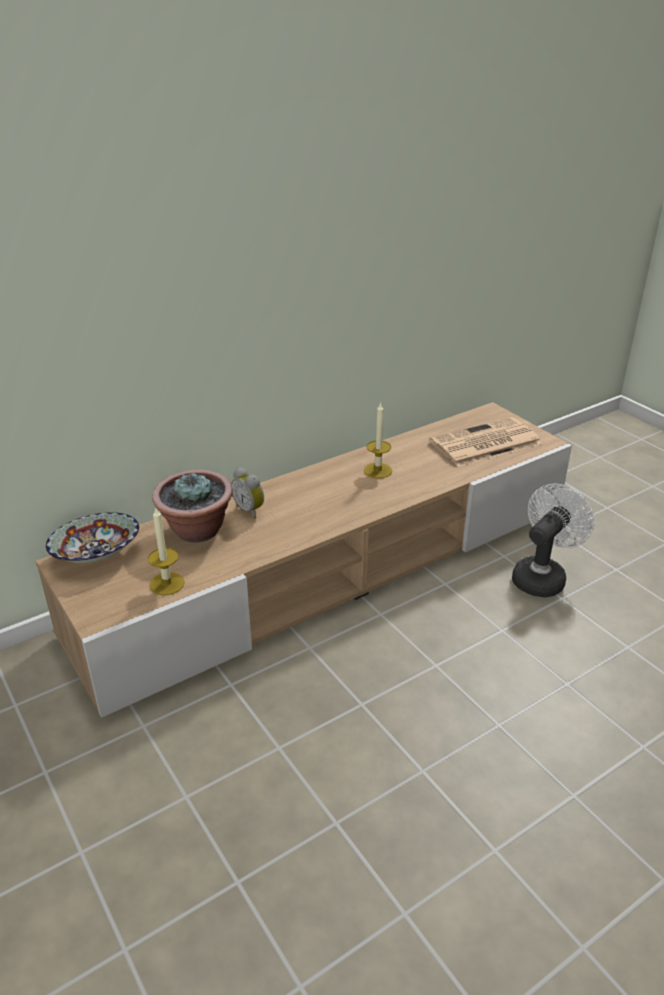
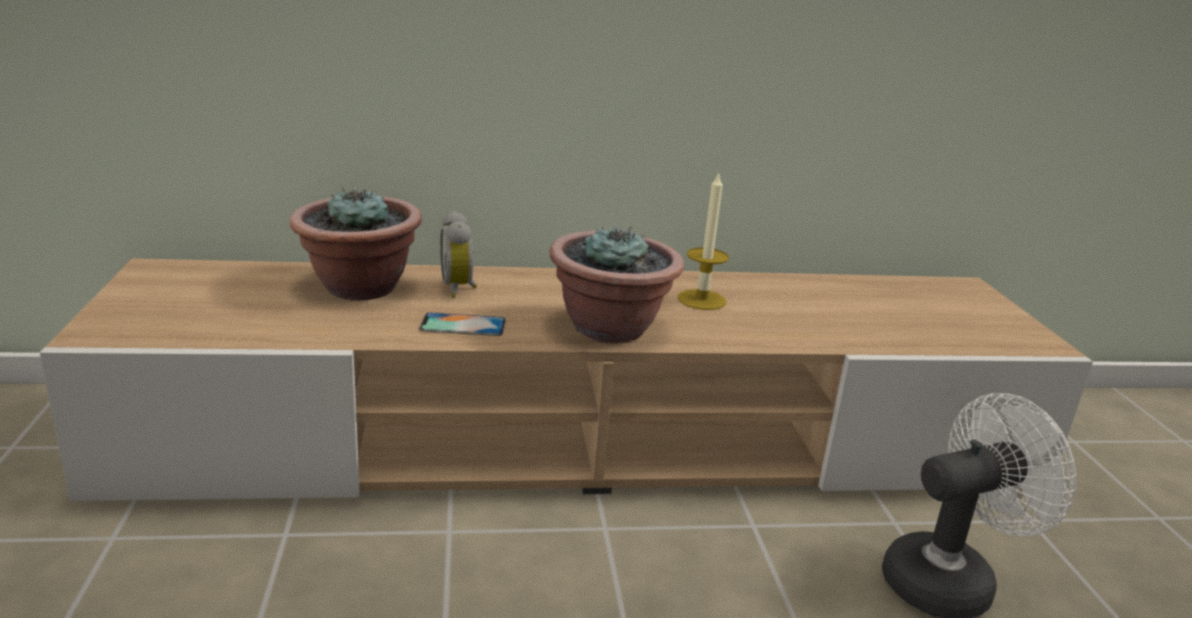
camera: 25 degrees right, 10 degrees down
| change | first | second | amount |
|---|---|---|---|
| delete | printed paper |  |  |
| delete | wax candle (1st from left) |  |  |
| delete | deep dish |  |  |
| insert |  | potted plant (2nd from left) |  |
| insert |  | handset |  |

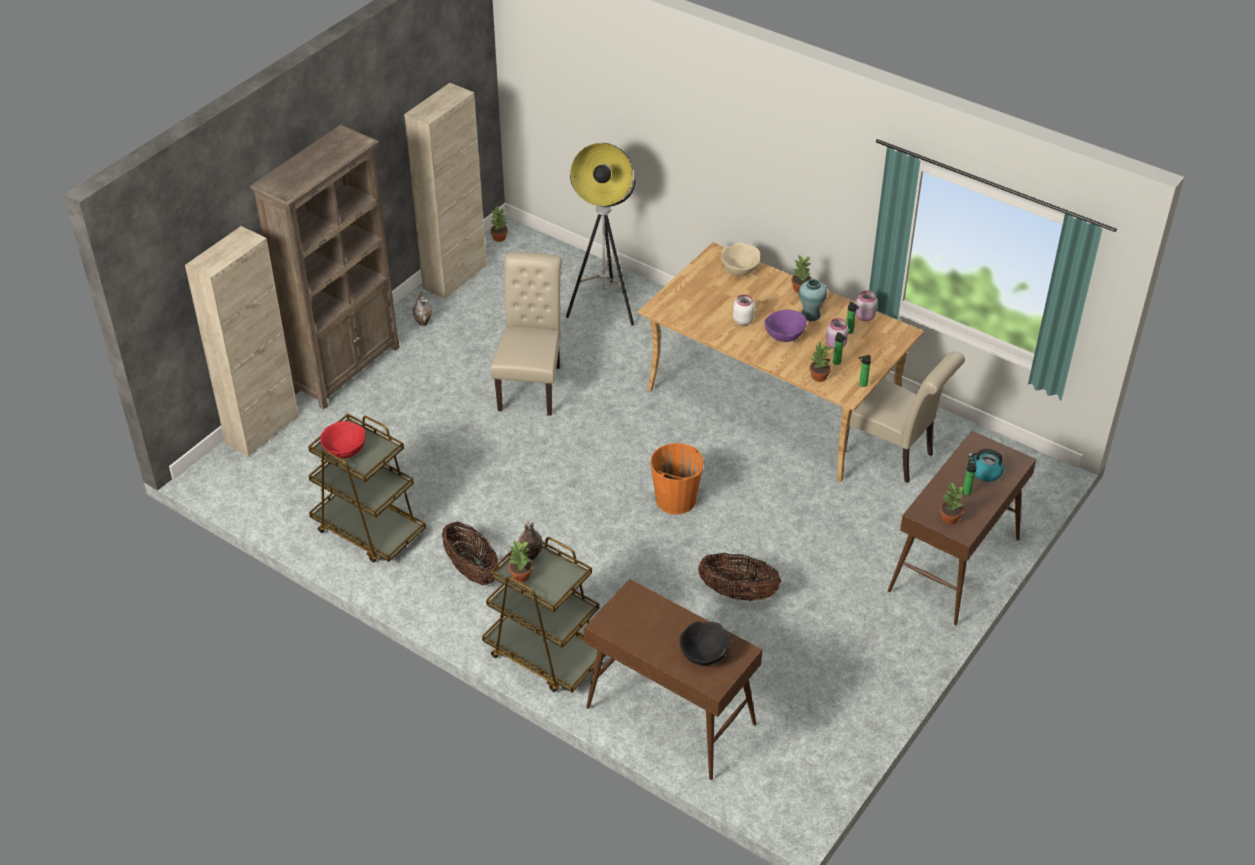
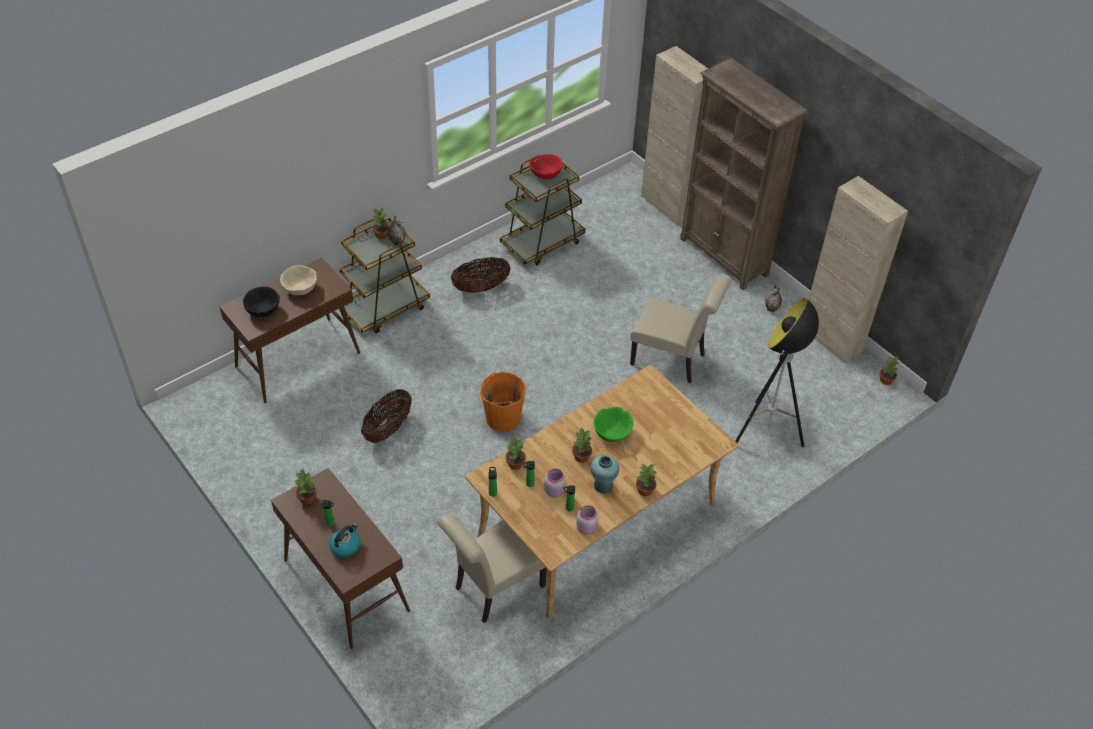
camera: 105 degrees right, 5 degrees up
| change | first | second | amount |
|---|---|---|---|
| move | sand-coloured deep dish |  |  |
| replace | white preserve jar | greenish deep dish |  |
| replace | purple deep dish | potted plant (4th from left) |  |

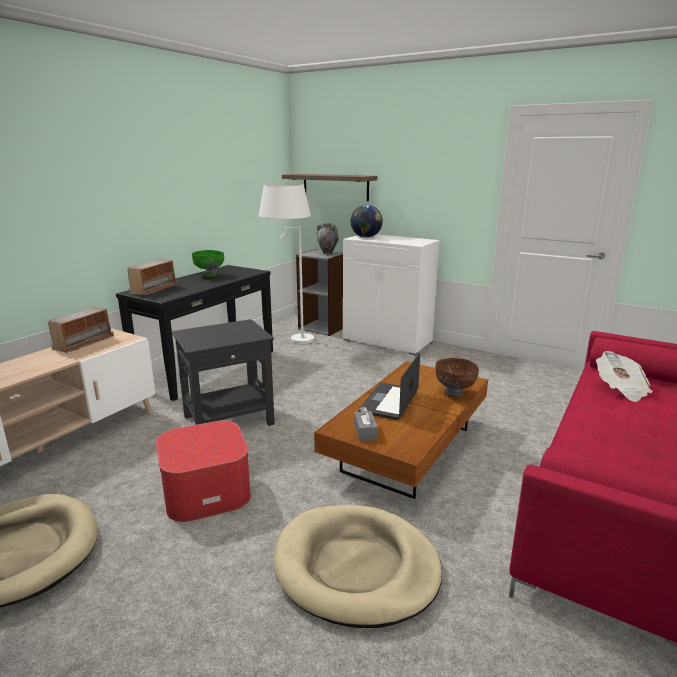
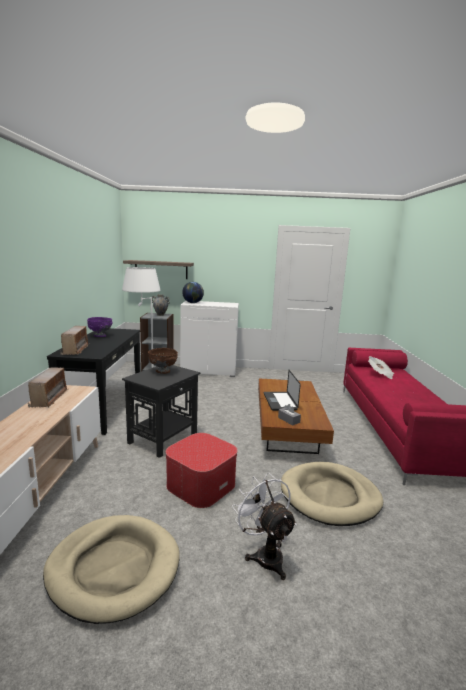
camera: 30 degrees left, 5 degrees down
| change | first | second | amount |
|---|---|---|---|
| recolor | greenish deep dish | purple deep dish |  |
| move | brown-coloured deep dish |  |  |
| insert |  | white cooling fan |  |

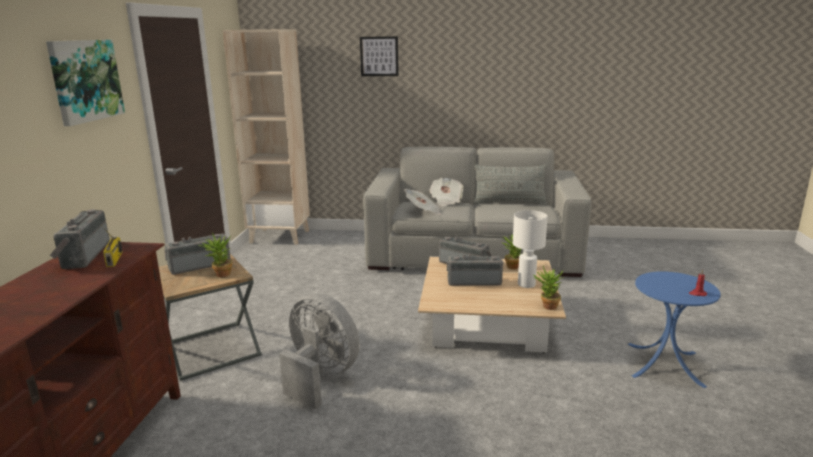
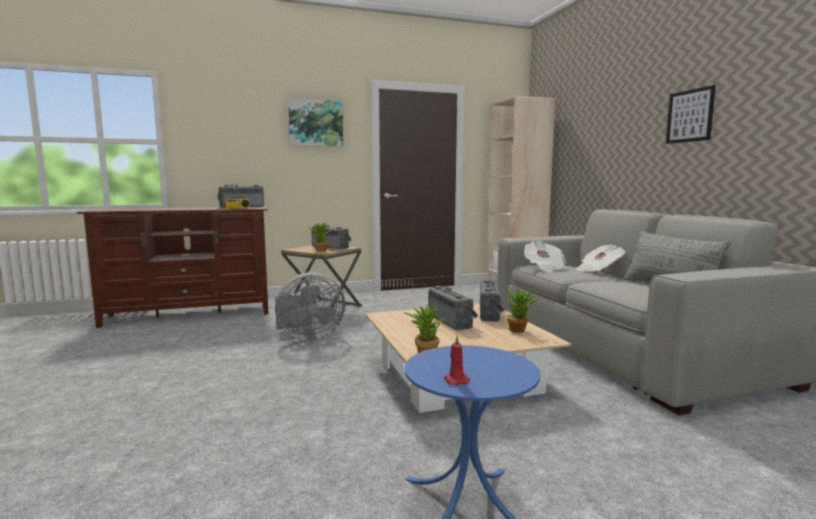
camera: 65 degrees right, 10 degrees down
| change | first | second | amount |
|---|---|---|---|
| move | picture (2nd from left) |  |  |
| delete | white lamp for a table |  |  |
| rotate | gray cooling fan |  | 60 degrees clockwise |

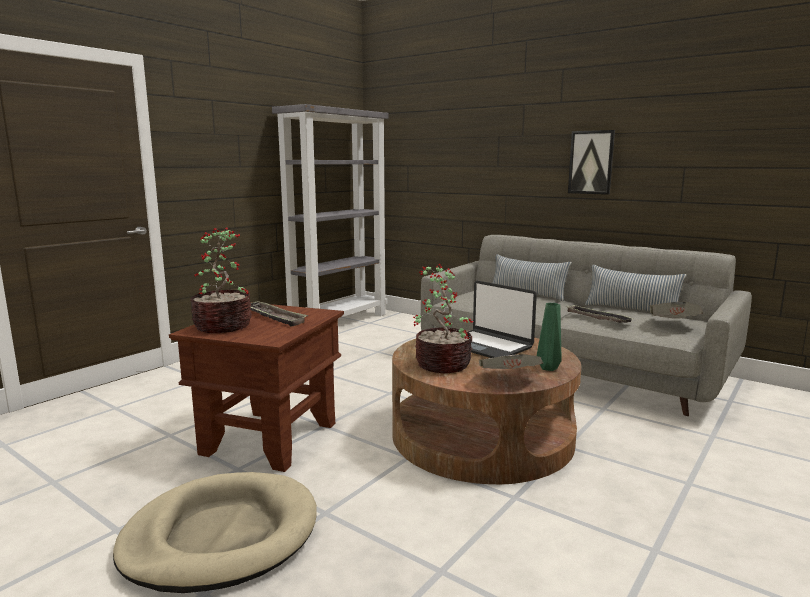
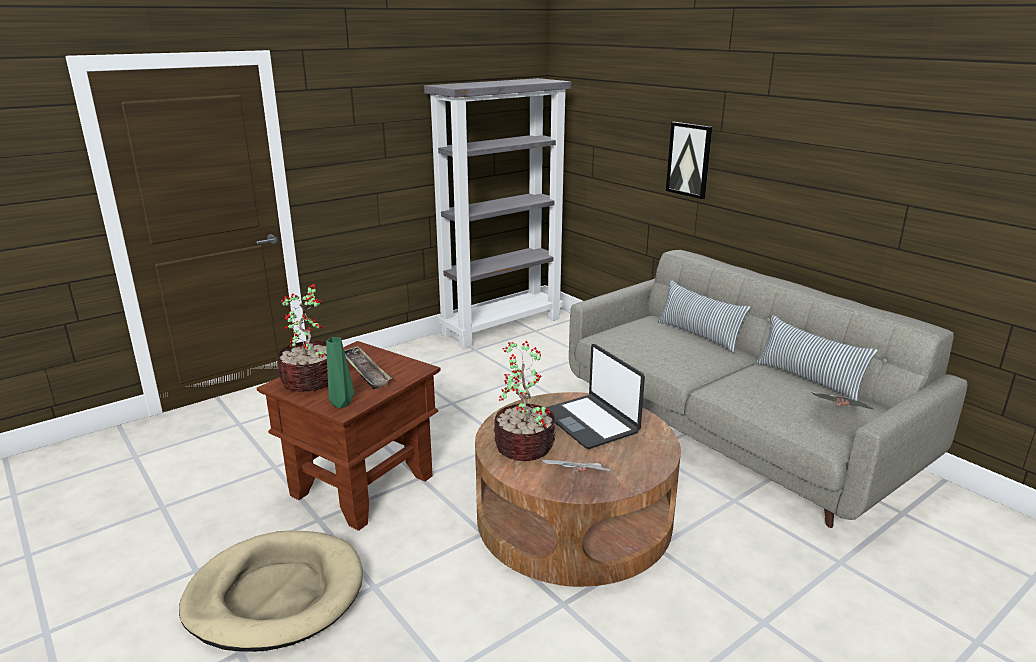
camera: 15 degrees right, 10 degrees up
| change | first | second | amount |
|---|---|---|---|
| move | picture |  |  |
| move | greenish vase |  |  |
| delete | serving tray (2nd from left) |  |  |

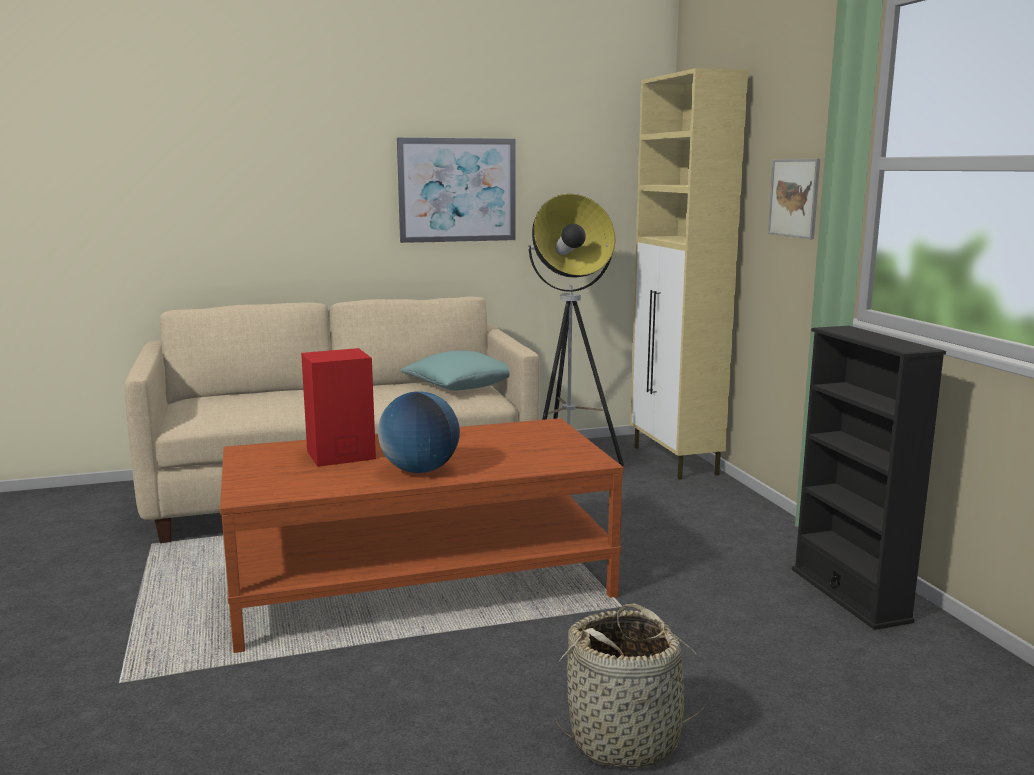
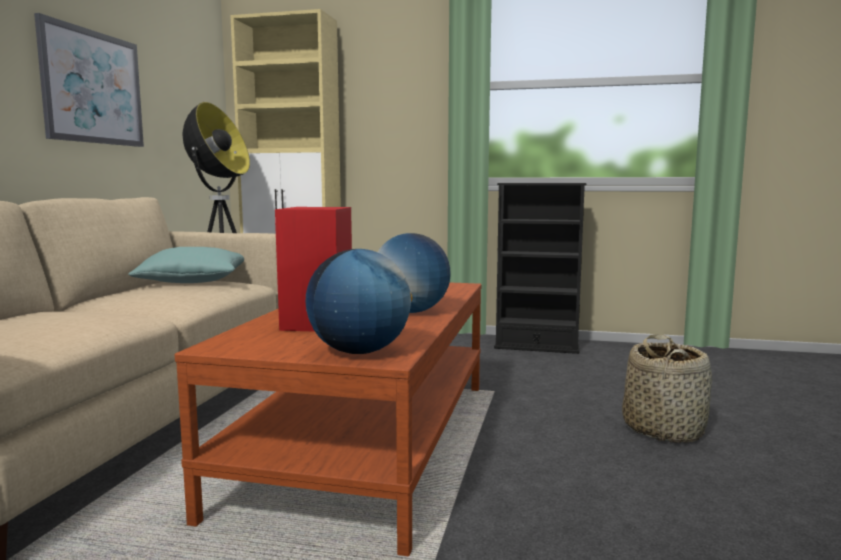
camera: 60 degrees left, 5 degrees down
| change | first | second | amount |
|---|---|---|---|
| delete | picture (2nd from left) |  |  |
| insert |  | world globe (1st from left) |  |

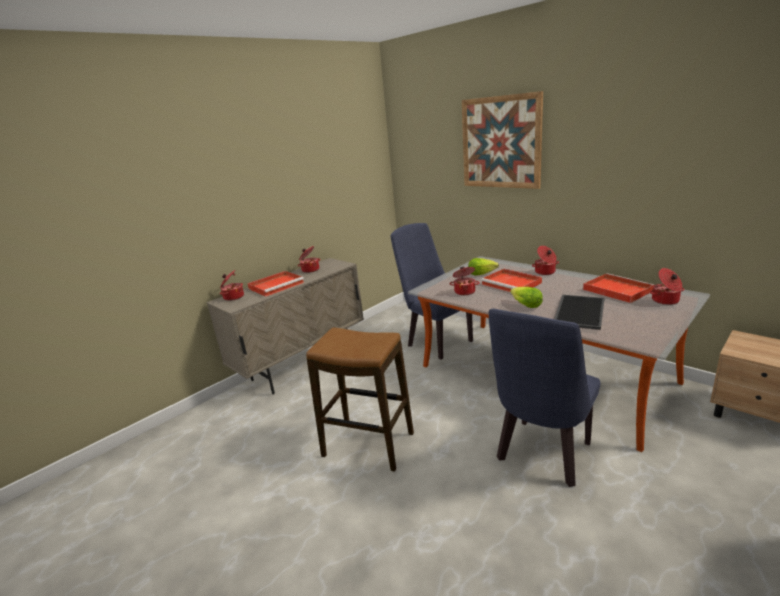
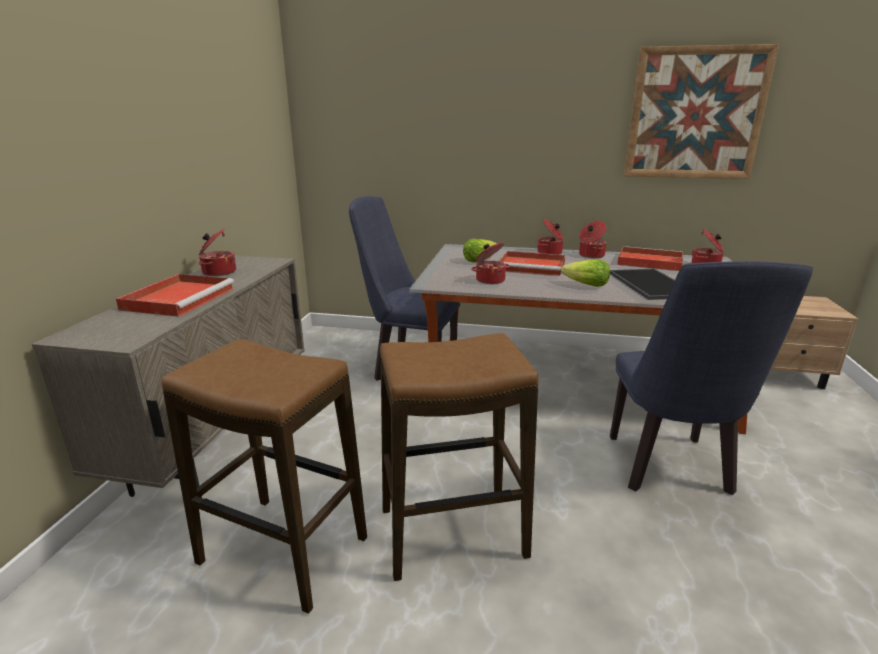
camera: 35 degrees left, 0 degrees up
| change | first | second | amount |
|---|---|---|---|
| move | picture |  |  |
| move | cooking pot (1st from left in the first image) | cooking pot (4th from left) |  |
| insert |  | stool seat (1st from left) |  |

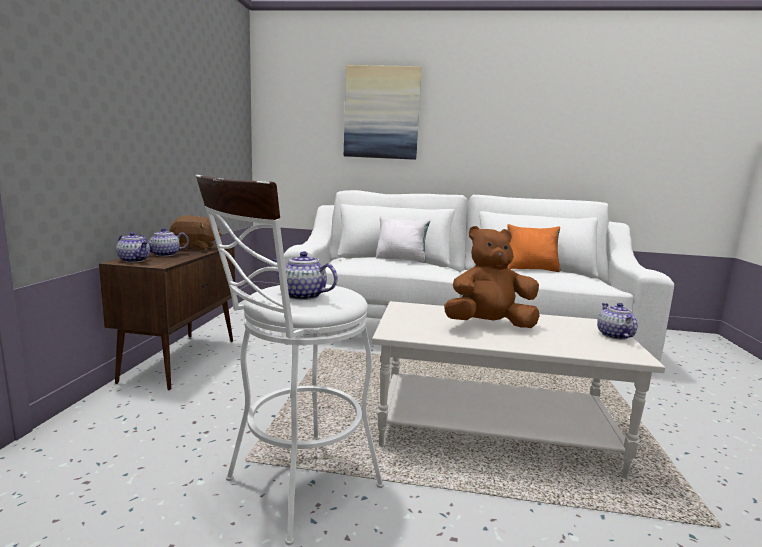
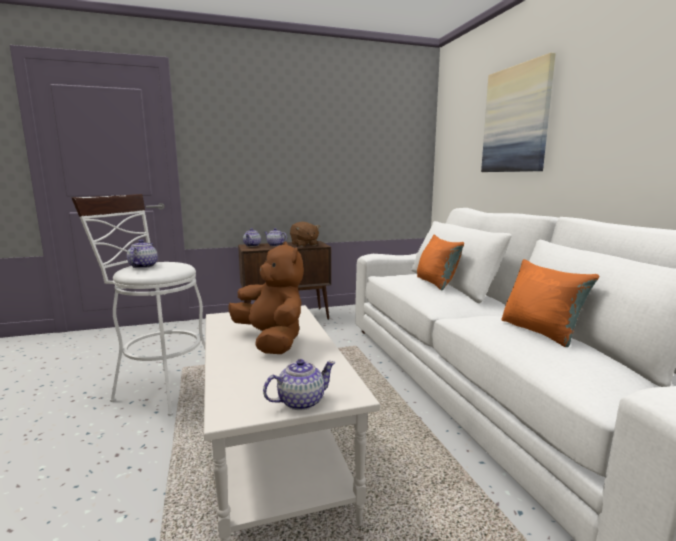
camera: 65 degrees right, 0 degrees up
| change | first | second | amount |
|---|---|---|---|
| recolor | white pillow | orange-coloured pillow (1st from left) |  |

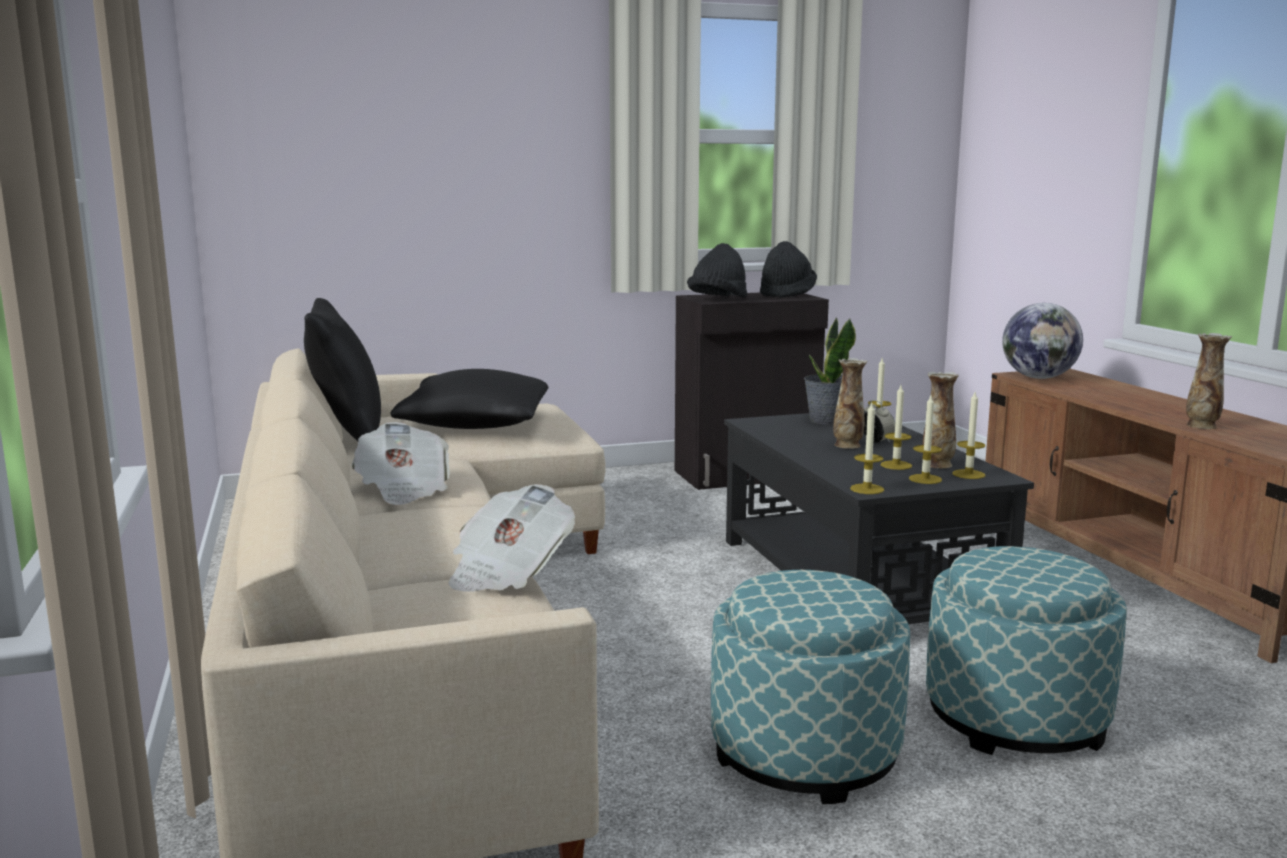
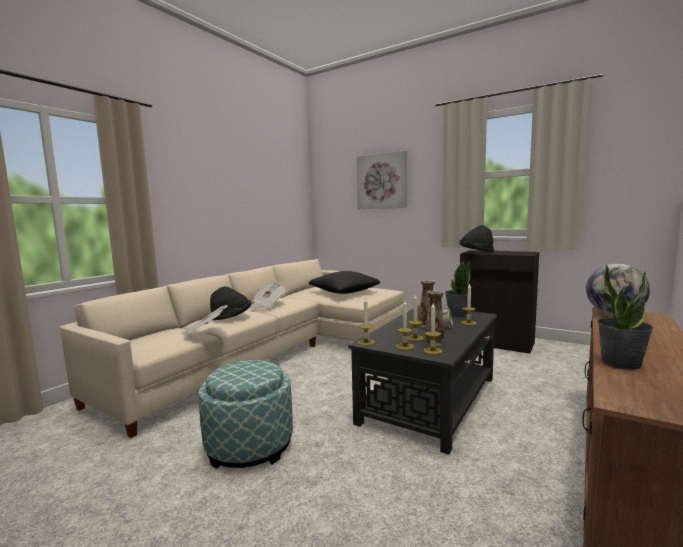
camera: 50 degrees right, 5 degrees down
| change | first | second | amount |
|---|---|---|---|
| move | black clothing hat (2nd from left in the first image) | black clothing hat (1st from left) |  |
| delete | black pillow (1st from left) |  |  |
| replace | vase (3rd from left) | potted plant (2nd from left) |  |
| delete | footrest (2nd from left) |  |  |
| insert |  | picture |  |

